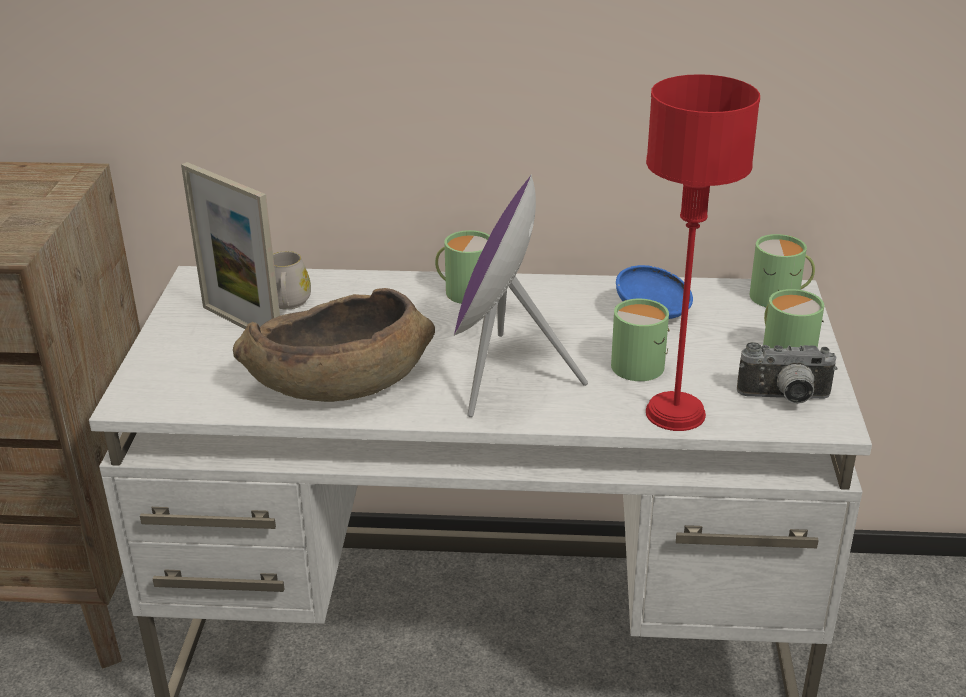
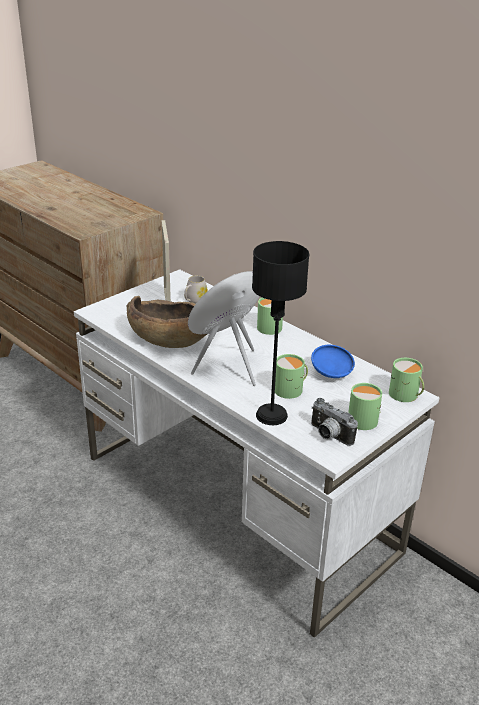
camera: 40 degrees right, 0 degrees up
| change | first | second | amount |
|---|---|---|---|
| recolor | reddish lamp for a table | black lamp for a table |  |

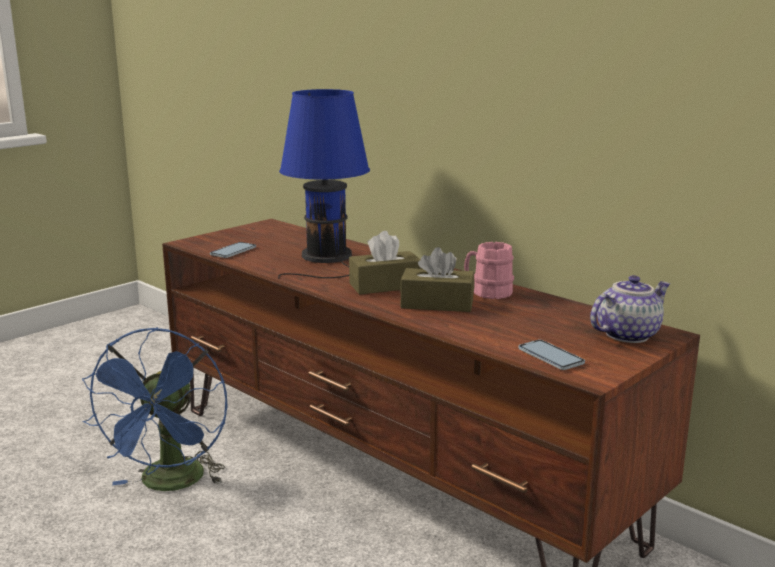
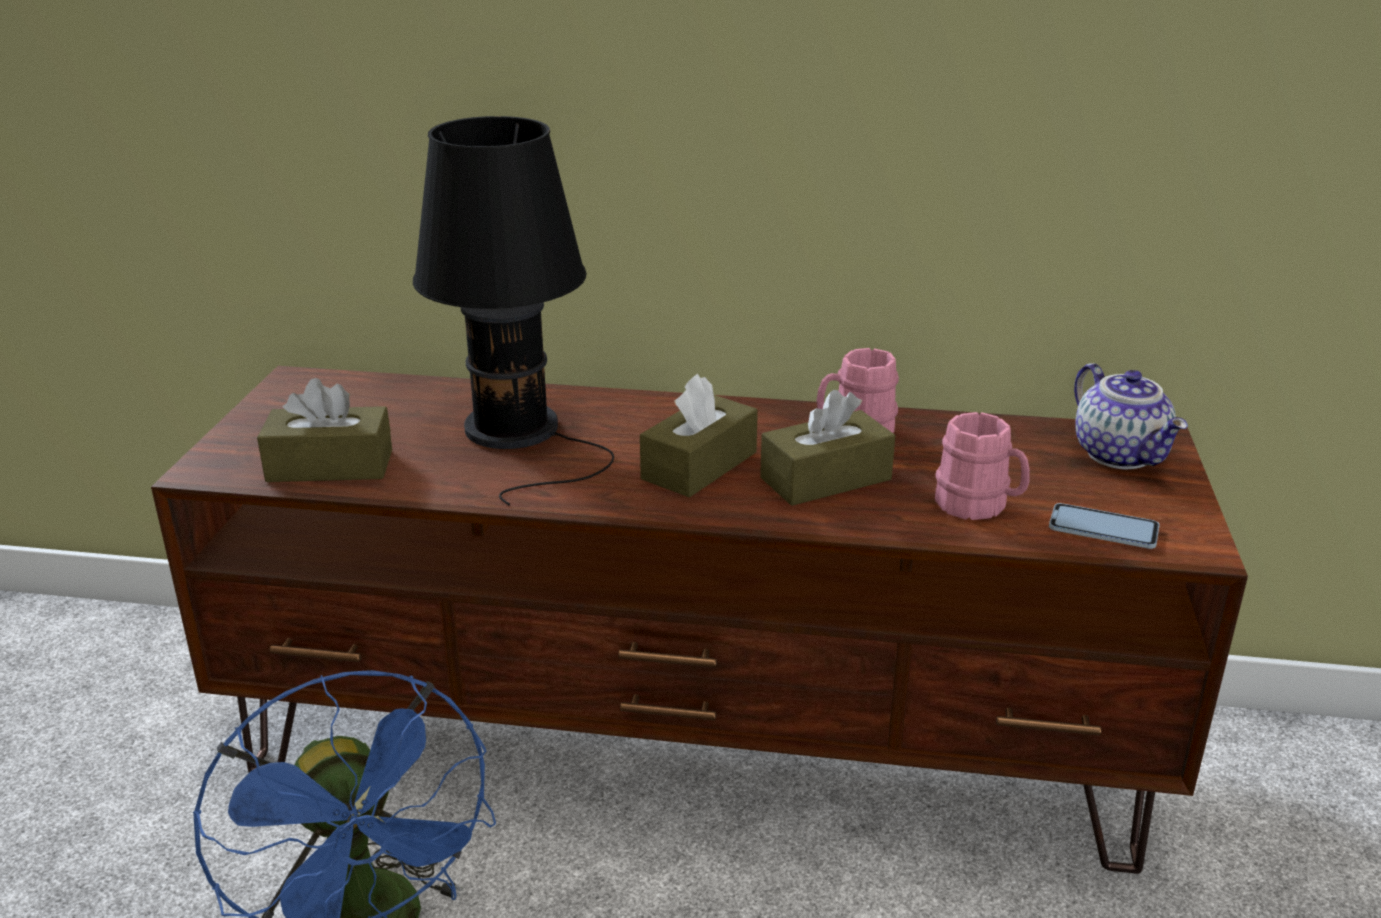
camera: 35 degrees left, 10 degrees up
| change | first | second | amount |
|---|---|---|---|
| recolor | bluish lamp for a table | black lamp for a table |  |
| replace | handset (1st from left) | brown-coloured box of tissues (1st from left) |  |
| rotate | tea pot |  | 135 degrees clockwise |
| insert |  | pinkish mug (2nd from left) |  |

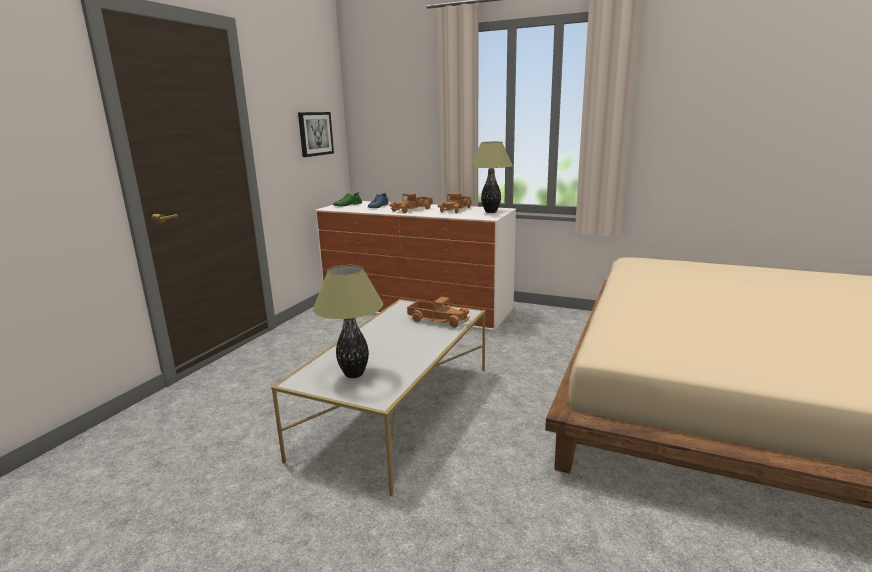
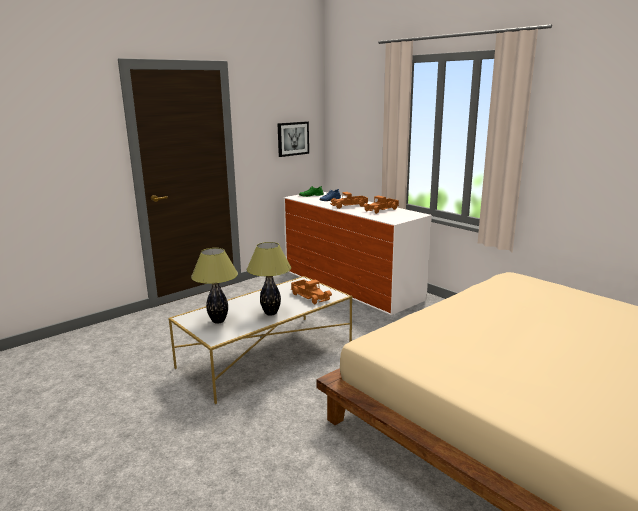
camera: 25 degrees right, 0 degrees up
| change | first | second | amount |
|---|---|---|---|
| move | lamp for a table (2nd from left) |  |  |

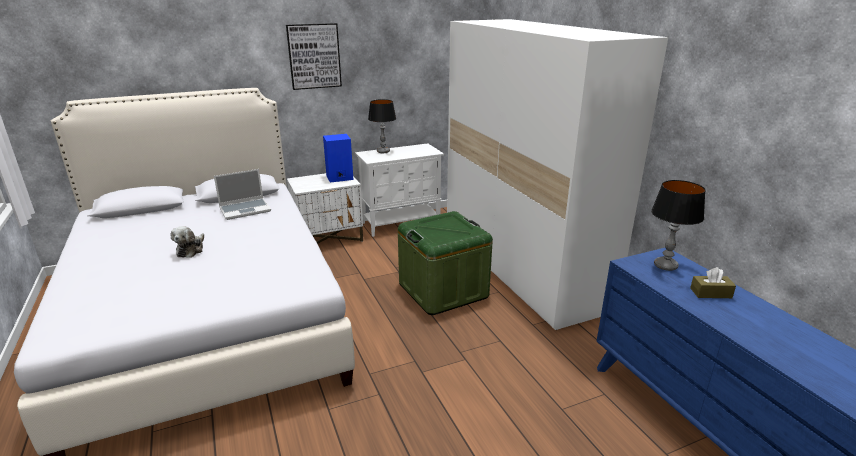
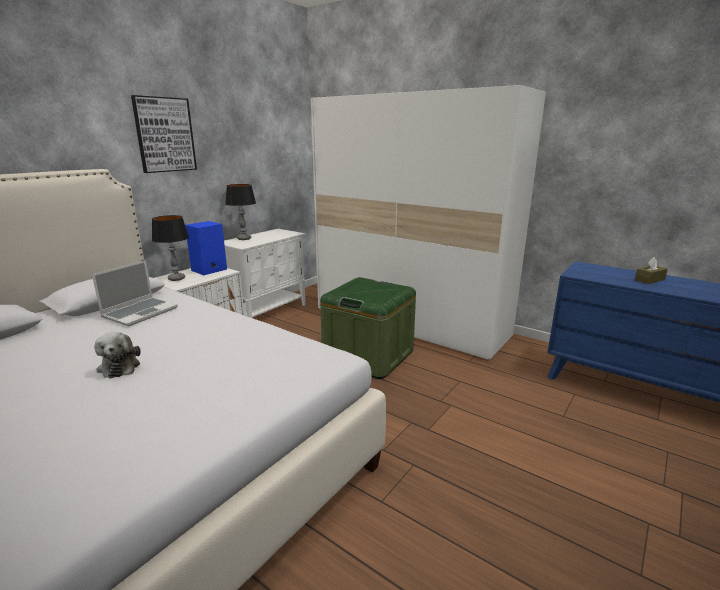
camera: 30 degrees left, 5 degrees down
| change | first | second | amount |
|---|---|---|---|
| move | lamp for a table (2nd from left in the first image) | lamp for a table (1st from left) |  |

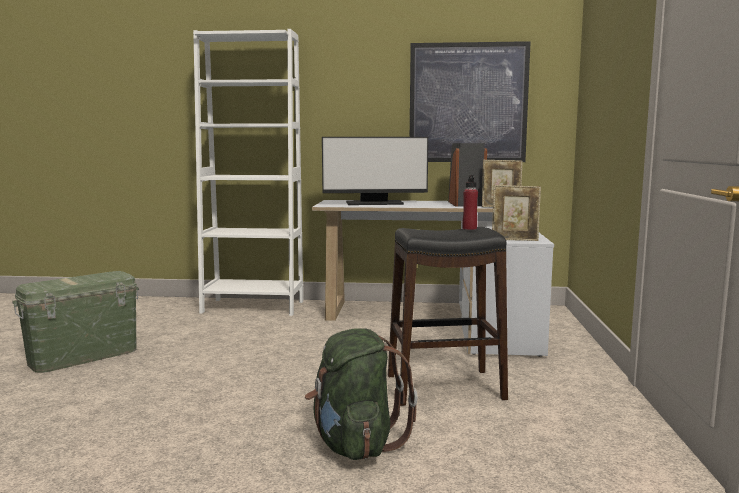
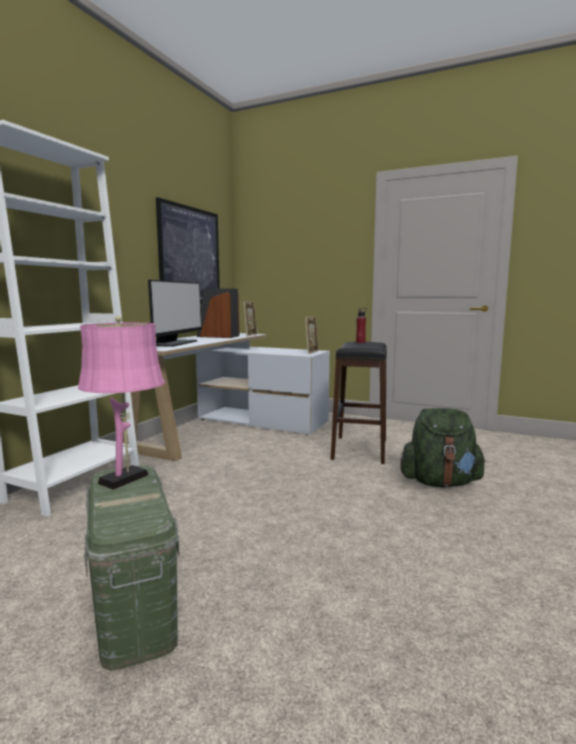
camera: 70 degrees left, 0 degrees up
| change | first | second | amount |
|---|---|---|---|
| insert |  | pinkish lamp for a table |  |

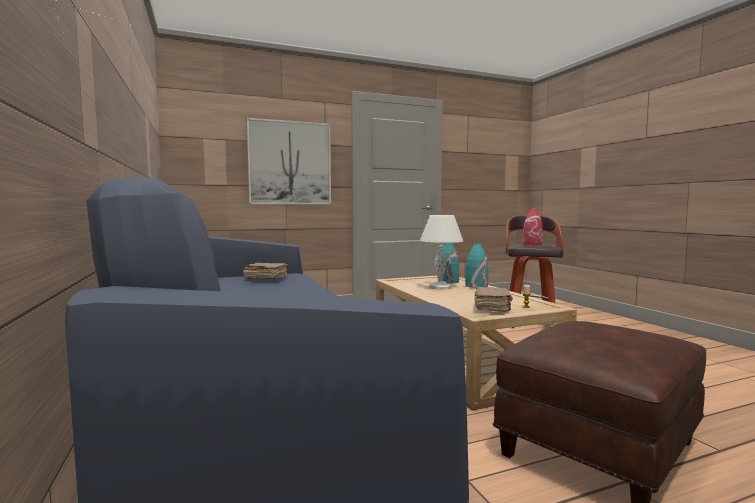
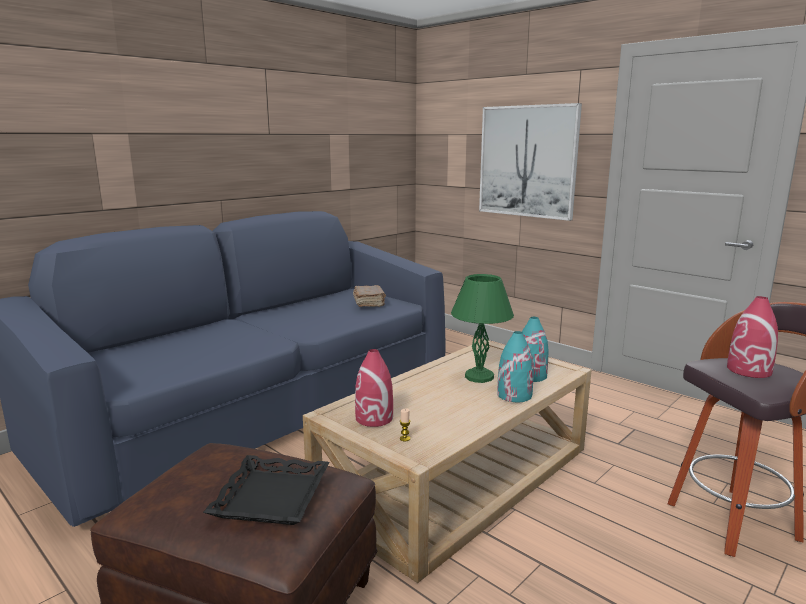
camera: 65 degrees right, 10 degrees up
| change | first | second | amount |
|---|---|---|---|
| recolor | white lamp for a table | greenish lamp for a table |  |
| replace | brown-coloured bound book (2nd from left) | reddish vase (1st from left) |  |
| insert |  | black serving tray |  |

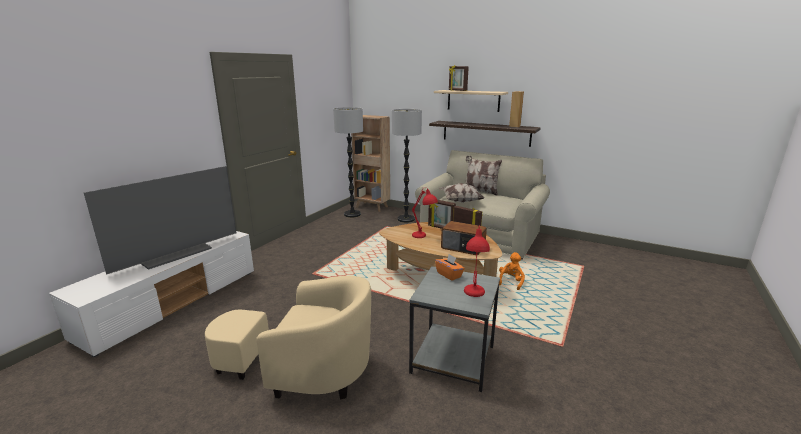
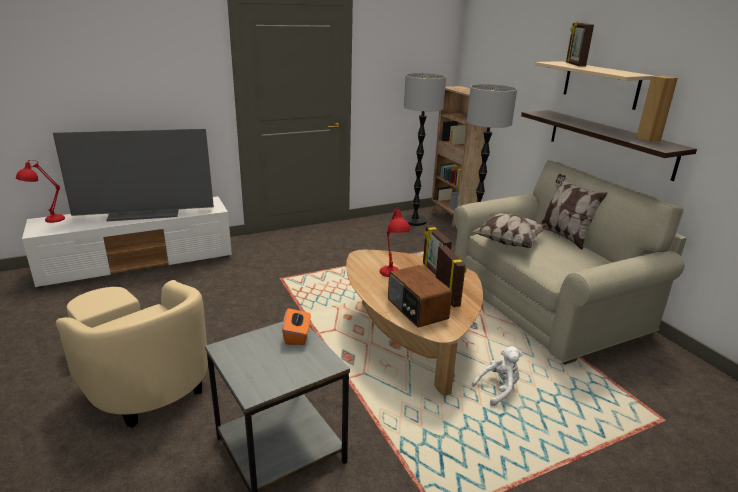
camera: 35 degrees right, 5 degrees up
| change | first | second | amount |
|---|---|---|---|
| move | reddish lamp for a table (2nd from left in the first image) | reddish lamp for a table (1st from left) |  |
| recolor | orange-coloured cuddly toy | white cuddly toy |  |

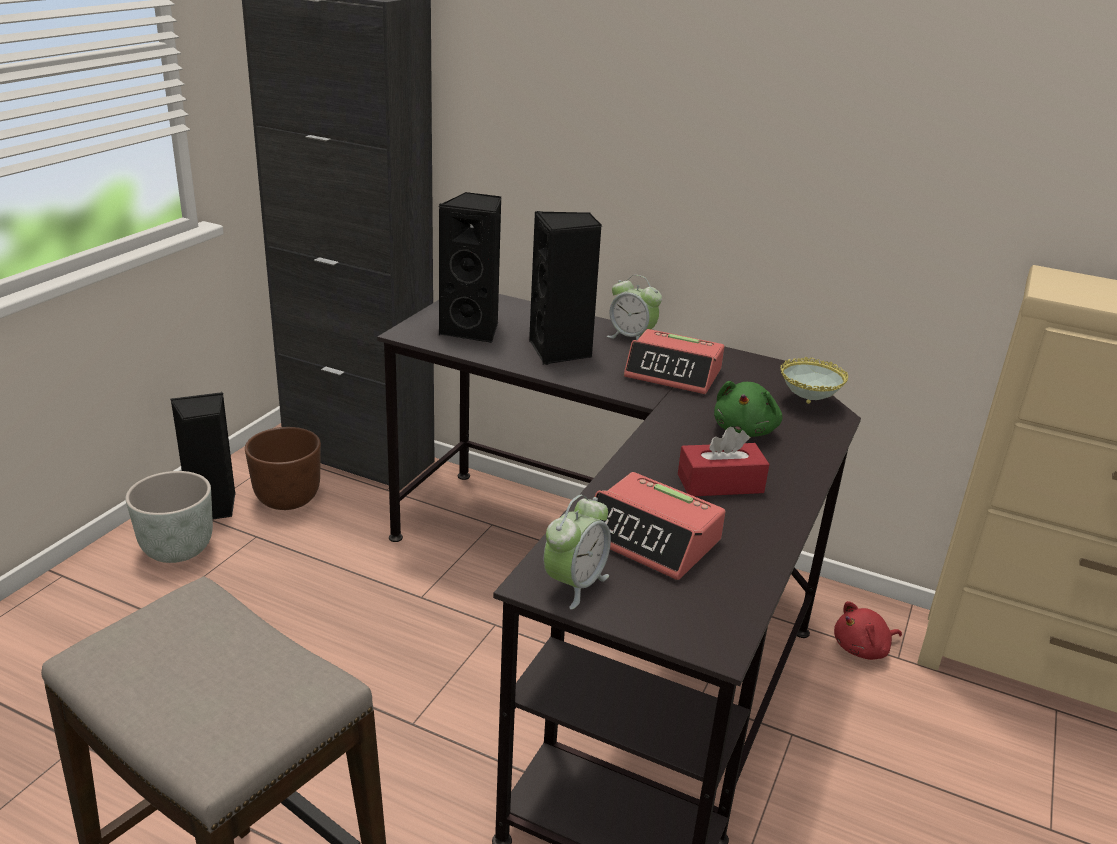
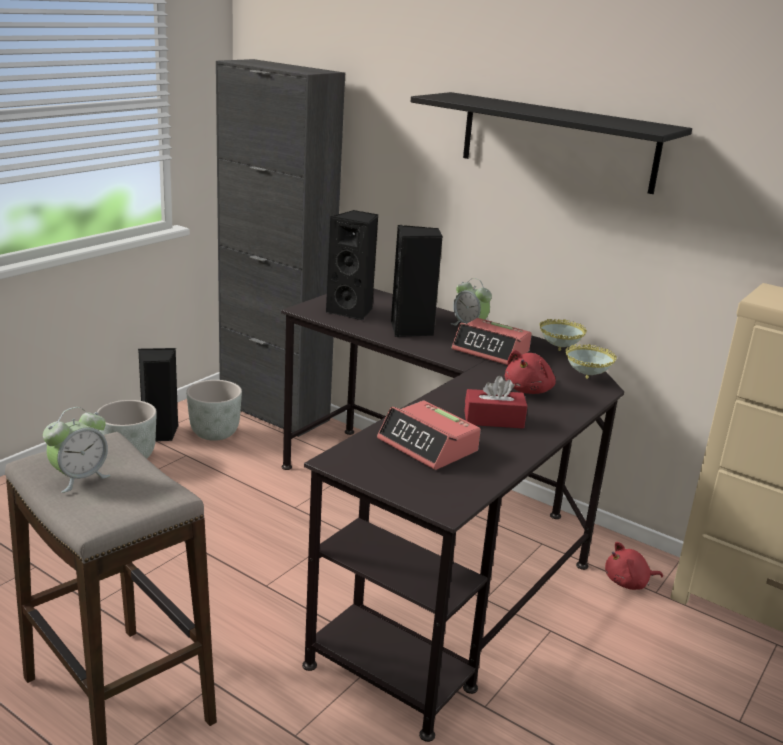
camera: 10 degrees right, 5 degrees down
| change | first | second | amount |
|---|---|---|---|
| recolor | greenish cuddly toy | reddish cuddly toy (1st from left) |  |
| recolor | brown-coloured planter | gray planter (2nd from left) |  |
| move | table clock (1st from left) |  |  |
| insert |  | black bracket shelf |  |
| insert |  | deep dish (1st from left) |  |

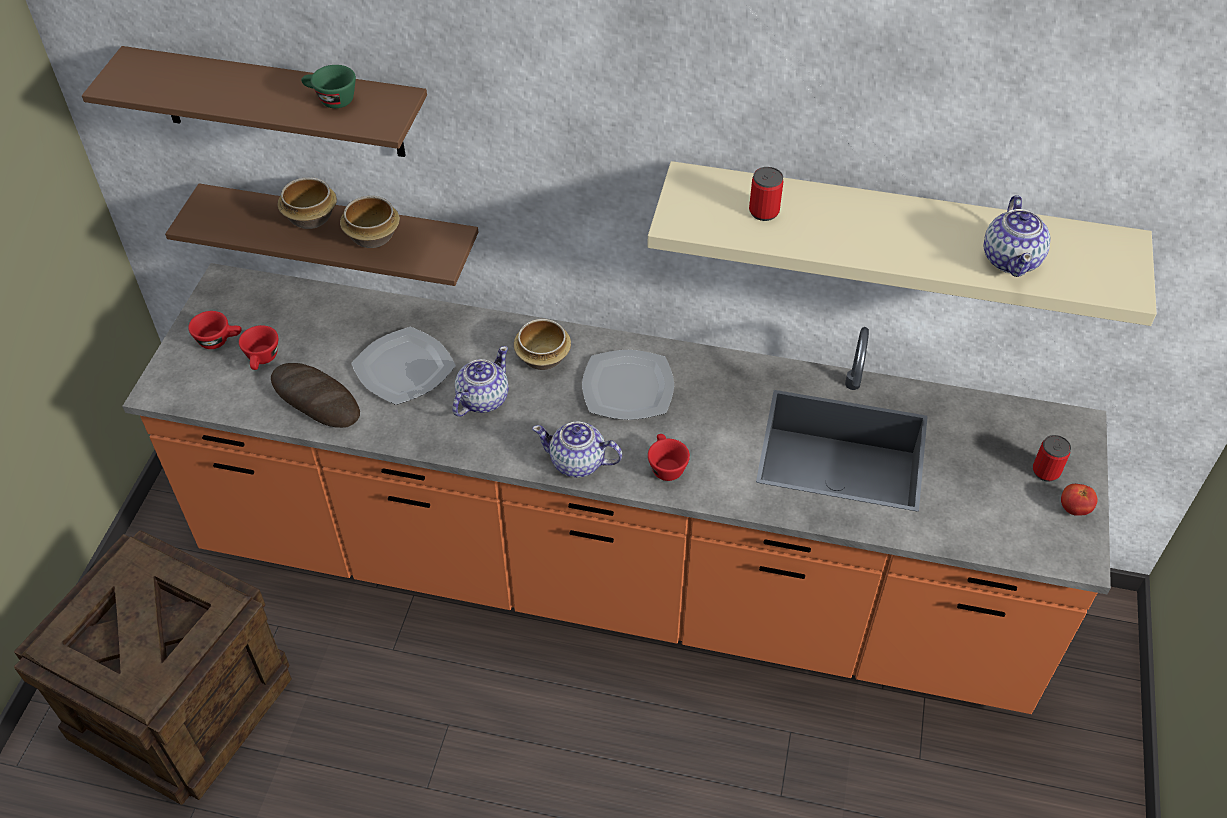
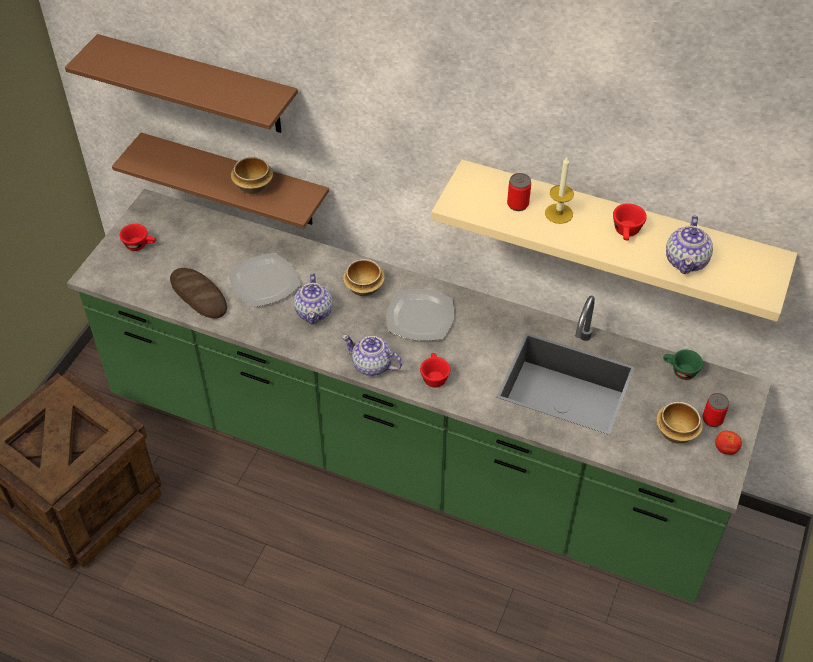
camera: 10 degrees right, 0 degrees up
| change | first | second | amount |
|---|---|---|---|
| move | greenish drinking cup |  |  |
| move | deep dish (1st from left in the first image) | deep dish (3rd from left) |  |
| recolor | orange-coloured kitchen counter | greenish kitchen counter |  |
| move | reddish drinking cup (2nd from left in the first image) | reddish drinking cup (3rd from left) |  |
| rotate | tea pot (1st from left) |  | 135 degrees clockwise |
| insert |  | wax candle |  |

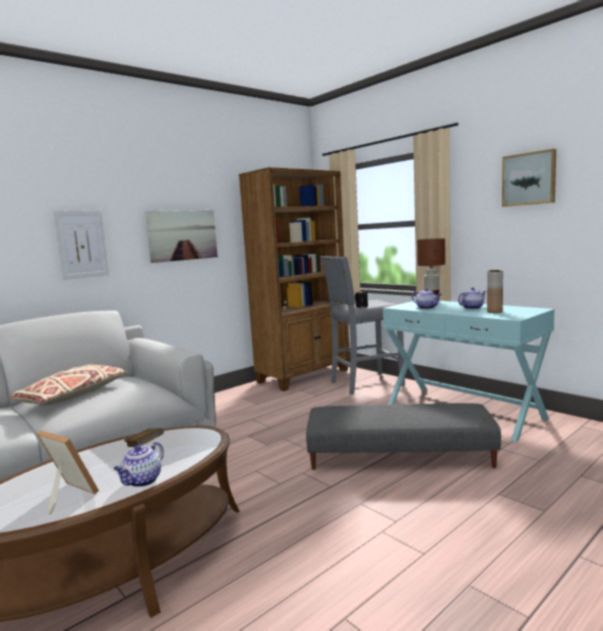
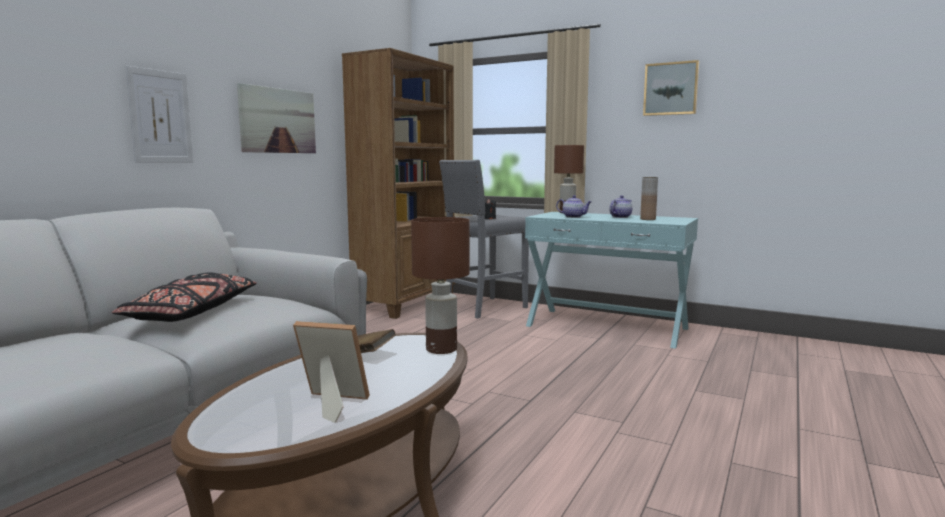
camera: 20 degrees left, 0 degrees up
| change | first | second | amount |
|---|---|---|---|
| recolor | sand-coloured pillow | black pillow |  |
| delete | gray footrest |  |  |
| delete | tea pot (1st from left) |  |  |
| insert |  | brown-coloured lamp for a table (1st from left) |  |

